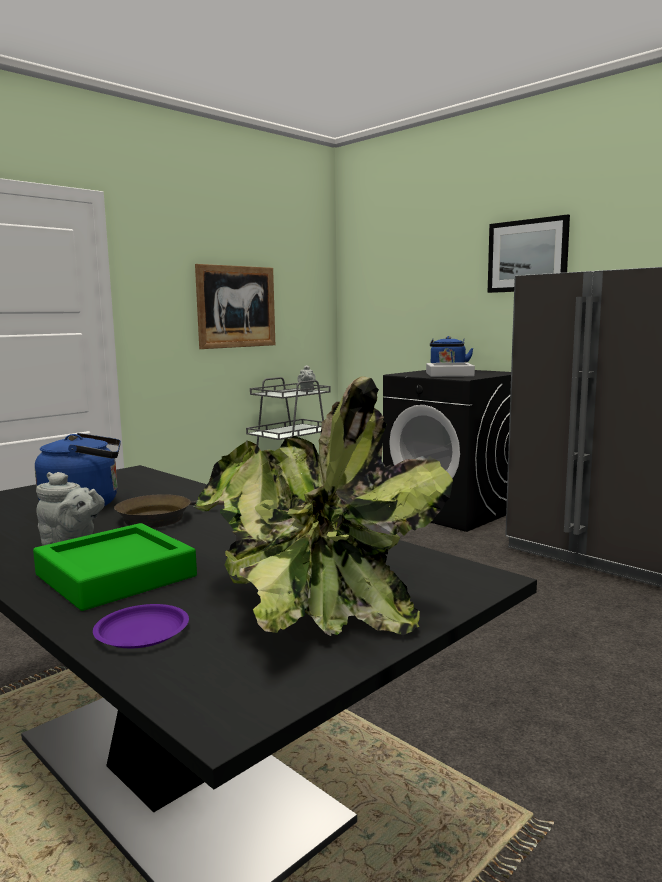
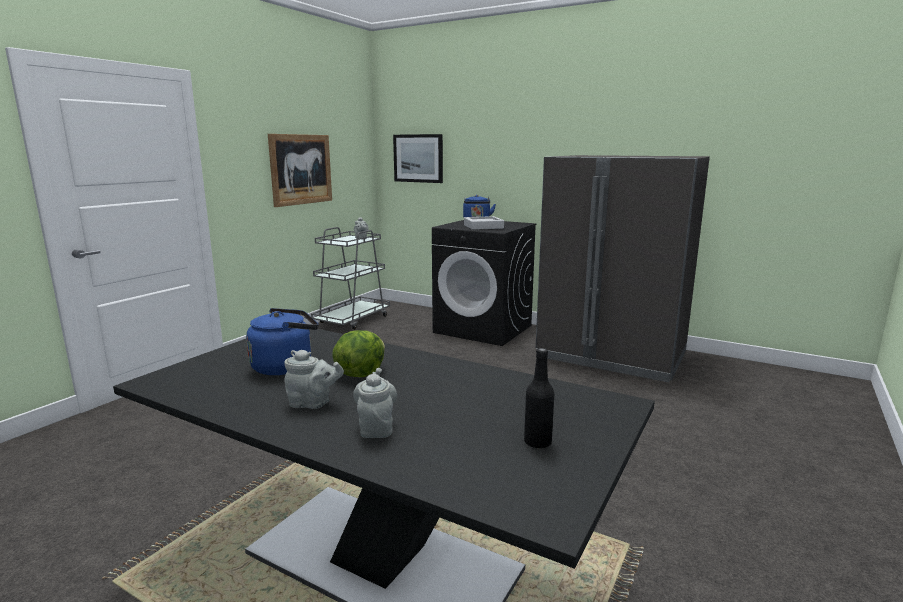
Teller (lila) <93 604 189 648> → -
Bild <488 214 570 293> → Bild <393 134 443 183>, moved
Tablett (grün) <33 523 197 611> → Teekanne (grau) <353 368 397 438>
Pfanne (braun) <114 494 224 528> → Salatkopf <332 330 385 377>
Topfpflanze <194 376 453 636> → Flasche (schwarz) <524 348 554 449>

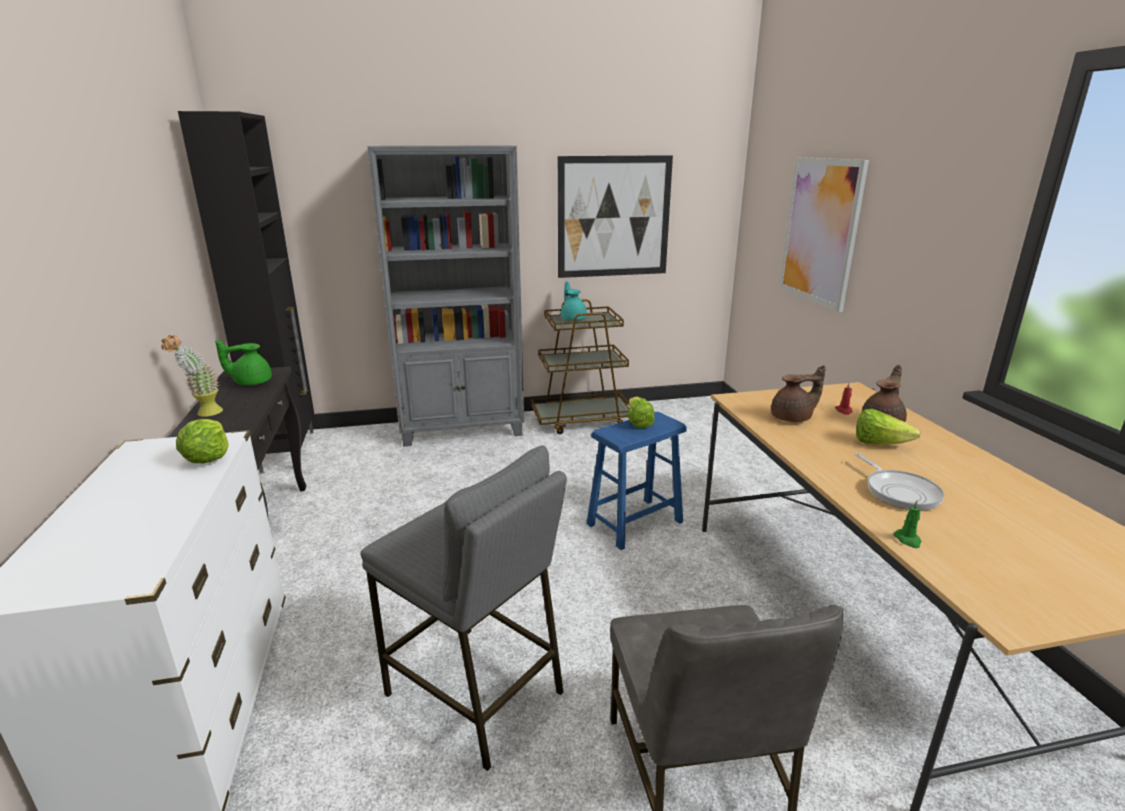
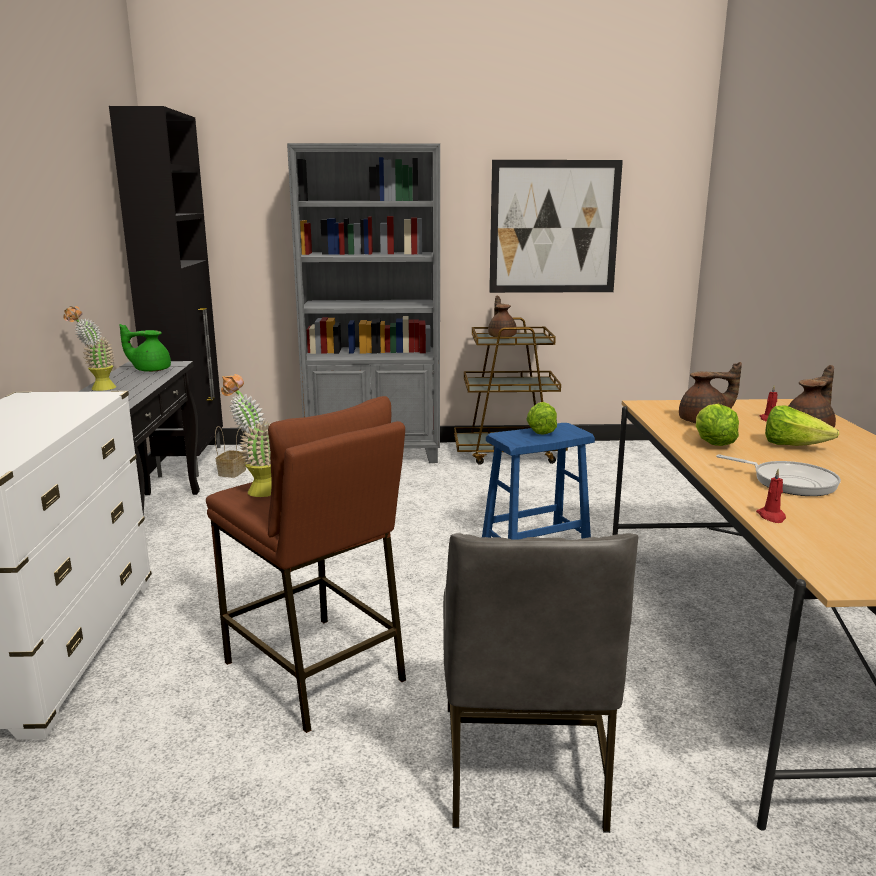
Bild <779 157 869 312> → -
- → Korb <215 426 246 478>
- → Topfpflanze <221 374 272 497>
Salatkopf <176 419 228 464> → Salatkopf <696 404 739 446>, moved
Hocker (grau) <360 445 567 771> → Hocker (braun) <206 396 406 733>
Teekanne (türkis) <561 281 587 321> → Teekanne (braun) <488 295 517 337>
Kerze (grün) <893 500 921 548> → Kerze (rot) <756 469 786 523>
Pfanne <855 453 945 511> → Pfanne <716 454 841 496>, 45 degrees counterclockwise

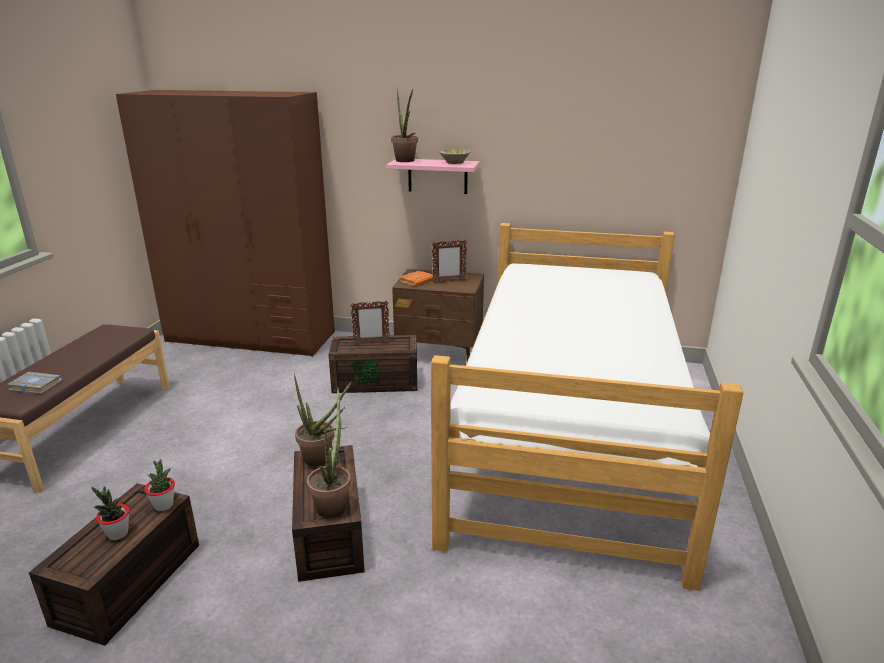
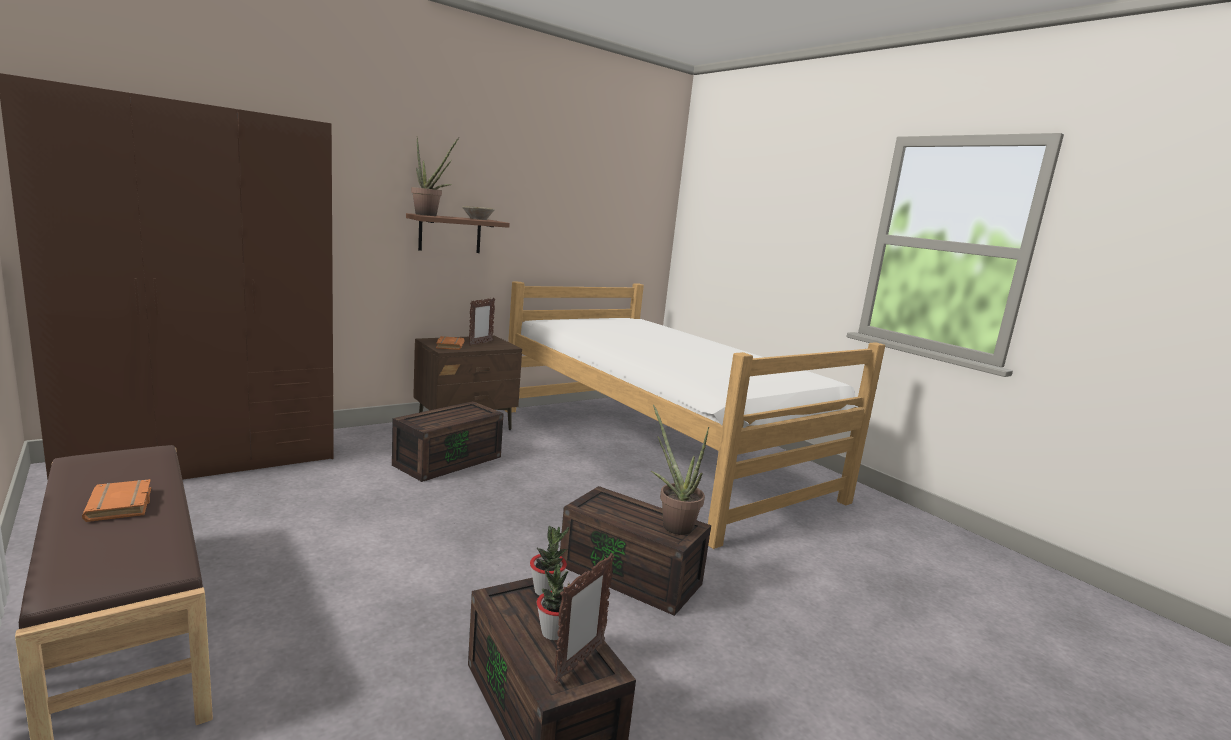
Buch (grau) <7 372 62 394> → -
Topfpflanze <294 374 352 467> → -
- → Buch (orange) <82 479 151 522>
Bilderrahmen <351 300 390 344> → Bilderrahmen <554 553 615 683>, moved
Wandregal (rosa) <386 159 480 194> → Wandregal (braun) <406 213 510 253>

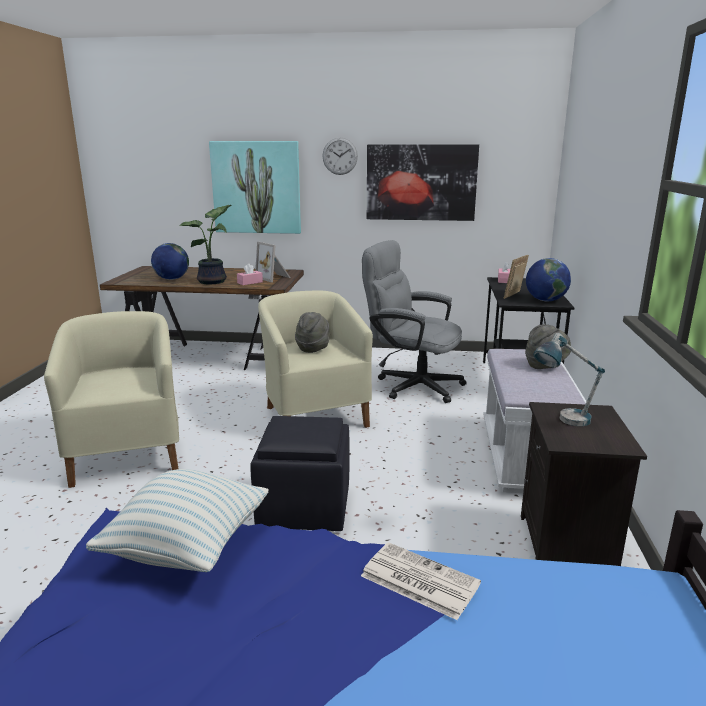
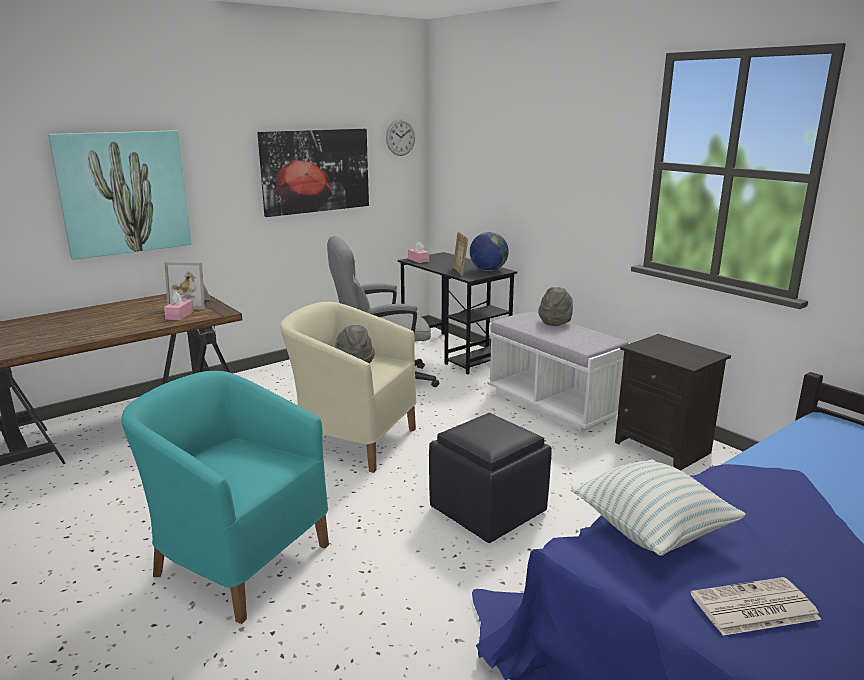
Globus <151 243 189 280> → -
Topfpflanze <179 205 232 284> → -
Tischlampe <533 333 605 426> → -
Wanduhr <322 138 358 175> → Wanduhr <386 118 415 156>, moved
Zeitung <361 542 481 620> → Zeitung <691 577 822 636>, moved
Sessel (beige) <44 311 179 488> → Sessel (türkis) <121 371 329 624>

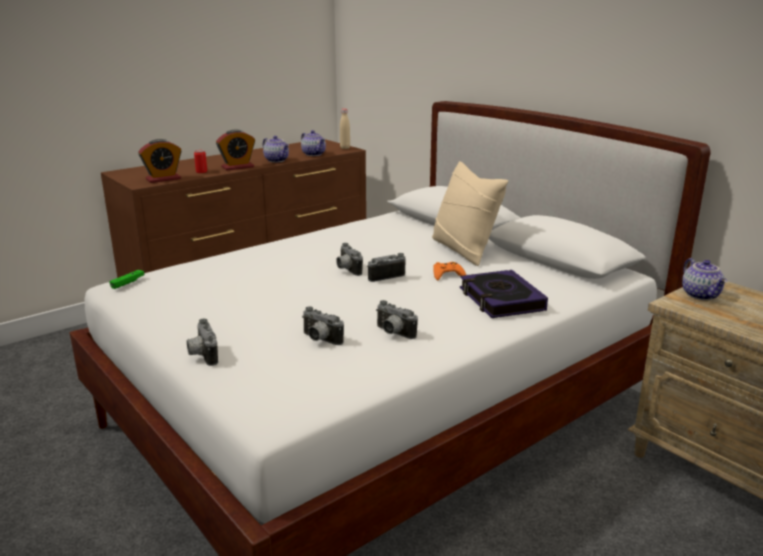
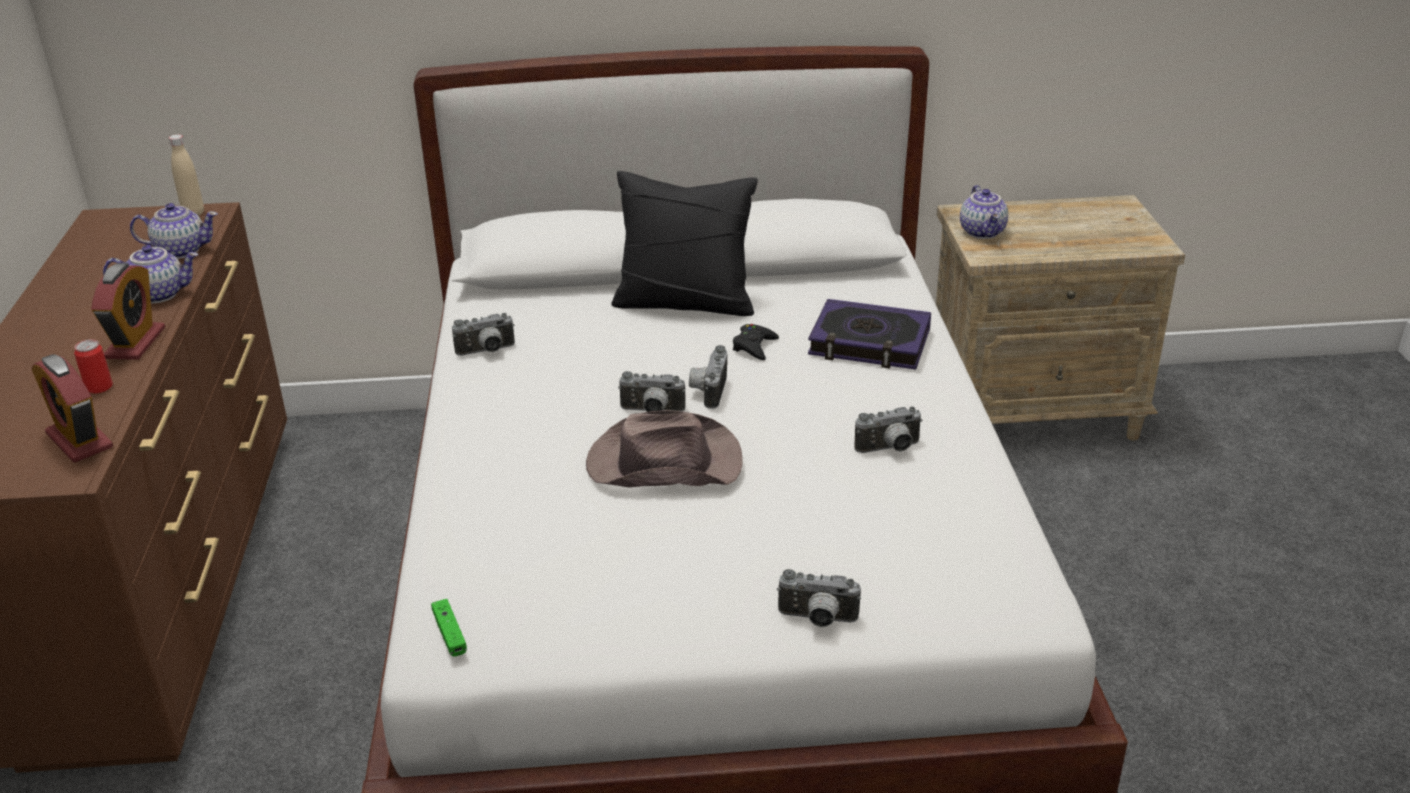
- → Hut (braun) <586 410 743 488>
Kamera <302 306 344 345> → Kamera <452 313 515 355>, moved
Kissen (beige) <432 161 508 266> → Kissen (schwarz) <611 171 758 316>
Gamepad (orange) <433 262 466 280> → Gamepad (schwarz) <733 324 779 360>
Wecker <138 139 182 183> → Wecker <32 354 113 463>, 135 degrees clockwise
Teekanne <682 258 727 300> → Teekanne <960 185 1008 239>, 60 degrees clockwise

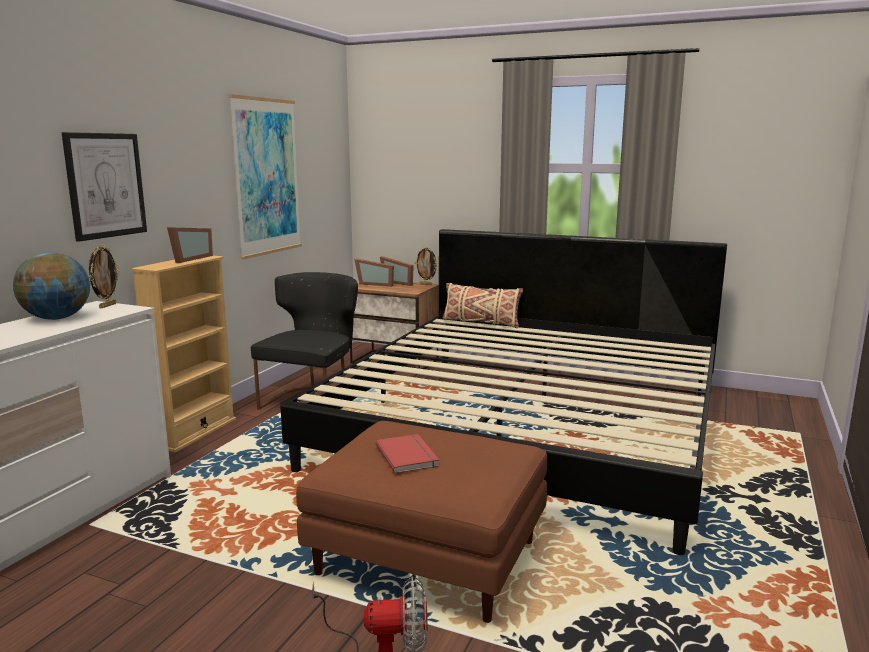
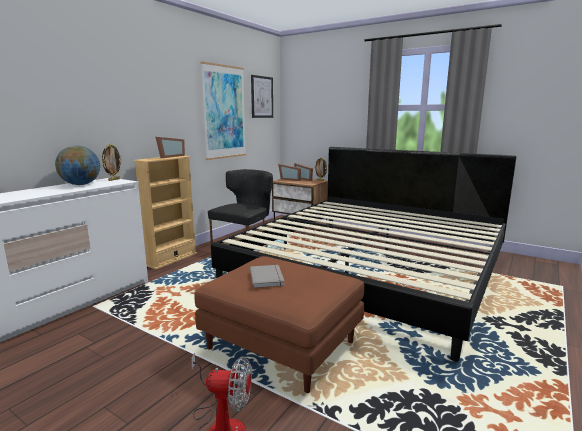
Kissen (beige) <443 283 523 328> → -
Bild <62 132 147 242> → Bild <251 75 273 118>, moved
Buch (rot) <376 434 439 474> → Buch (grau) <250 265 285 288>

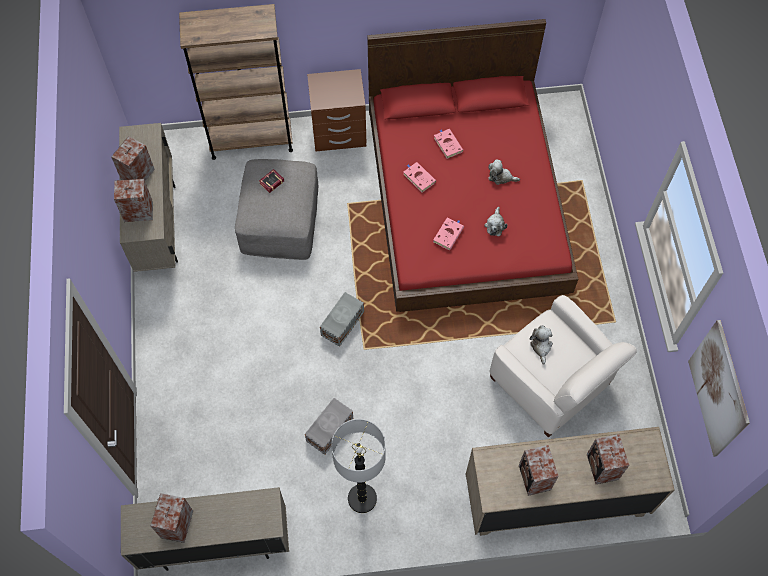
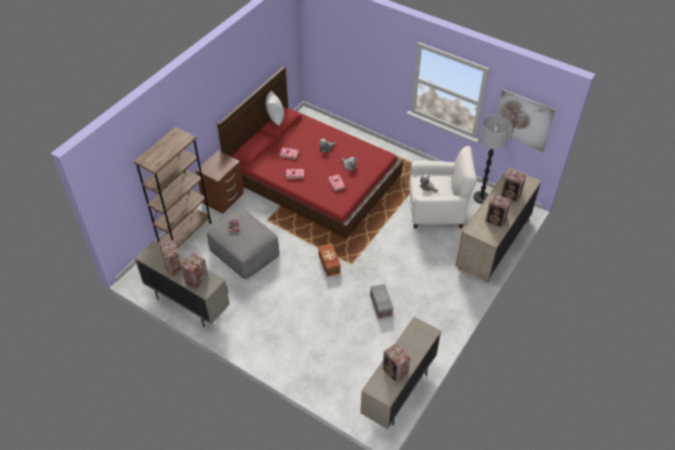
- → Kissen (weiß) <266 90 284 126>
Stehlampe <331 419 386 513> → Stehlampe <474 115 511 204>, moved
Aufbewahrungsbox (grau) <320 292 364 347> → Aufbewahrungsbox (braun) <318 243 341 277>

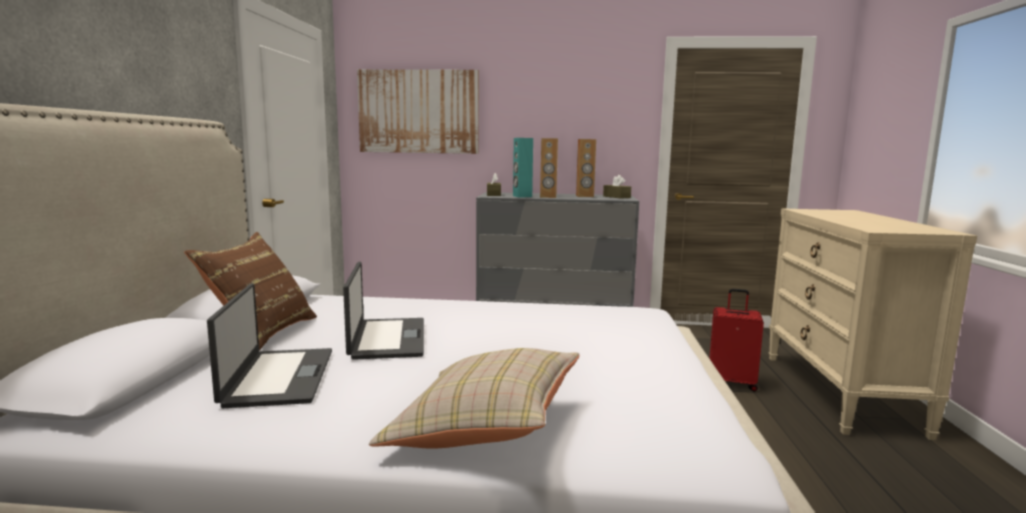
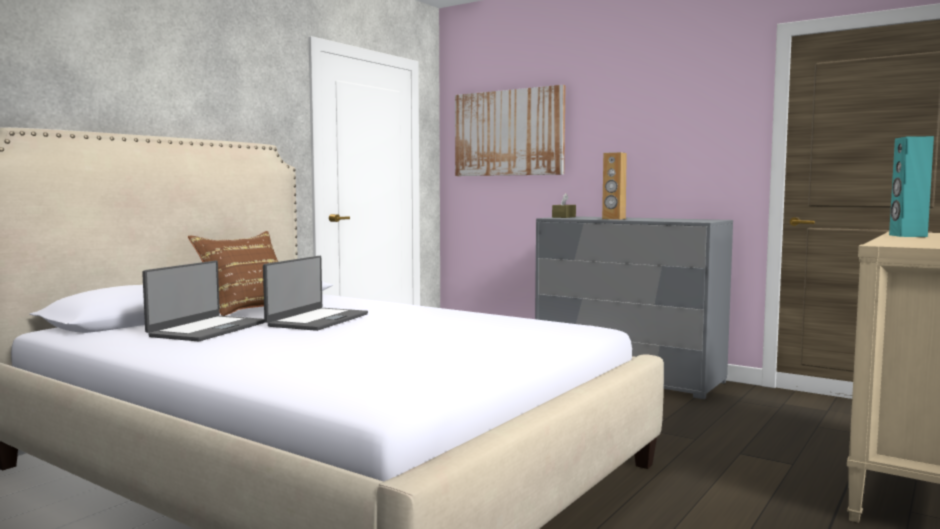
Kissen (beige) <369 348 579 449> → -
Lautsprecher (braun) <576 139 596 197> → -
Taschentuchbox (braun) <603 175 631 199> → -
Koffer (rot) <709 289 764 391> → -
Lautsprecher (türkis) <513 138 533 197> → Lautsprecher (türkis) <889 136 934 237>, moved

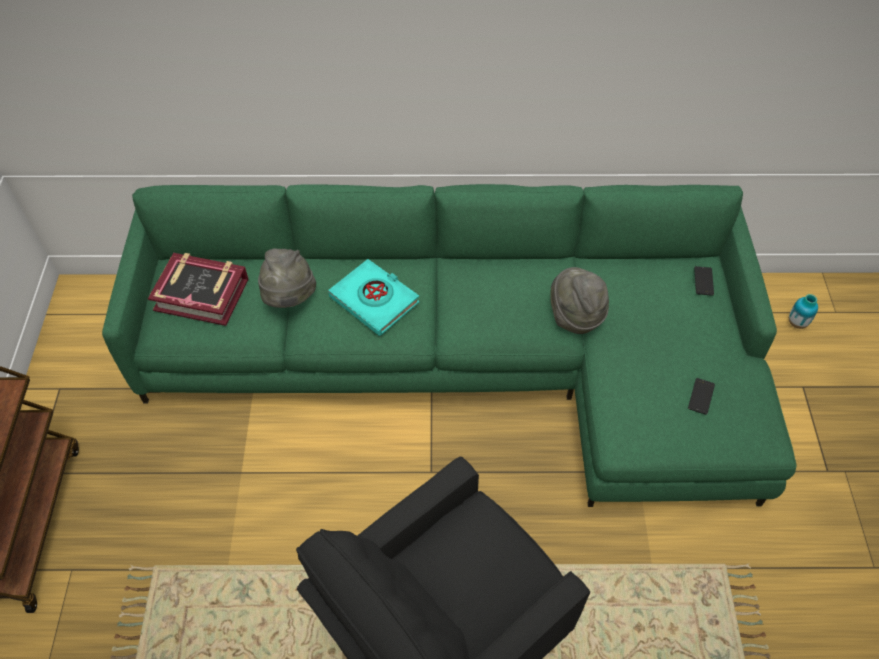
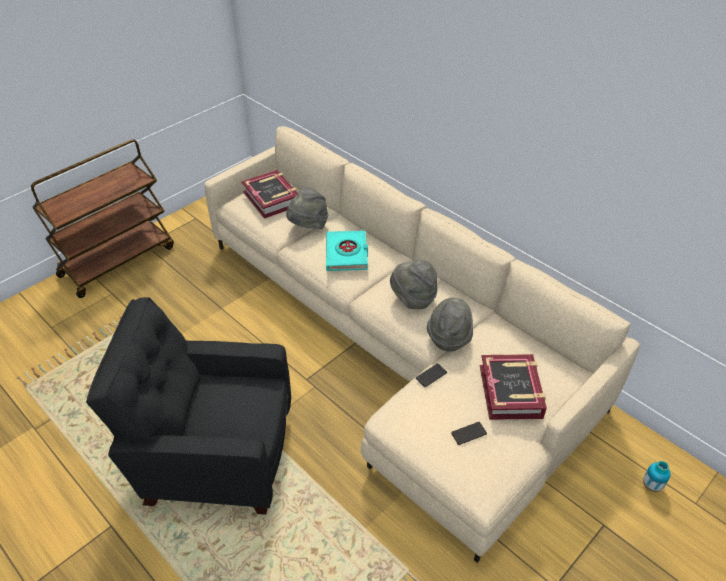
- → Hut (grau) <390 260 438 309>
- → Buch <480 354 547 420>
Handy <694 266 714 296> → Handy <416 364 447 387>, moved
Sofa (grün) <102 184 796 507> → Sofa (beige) <204 126 640 563>

